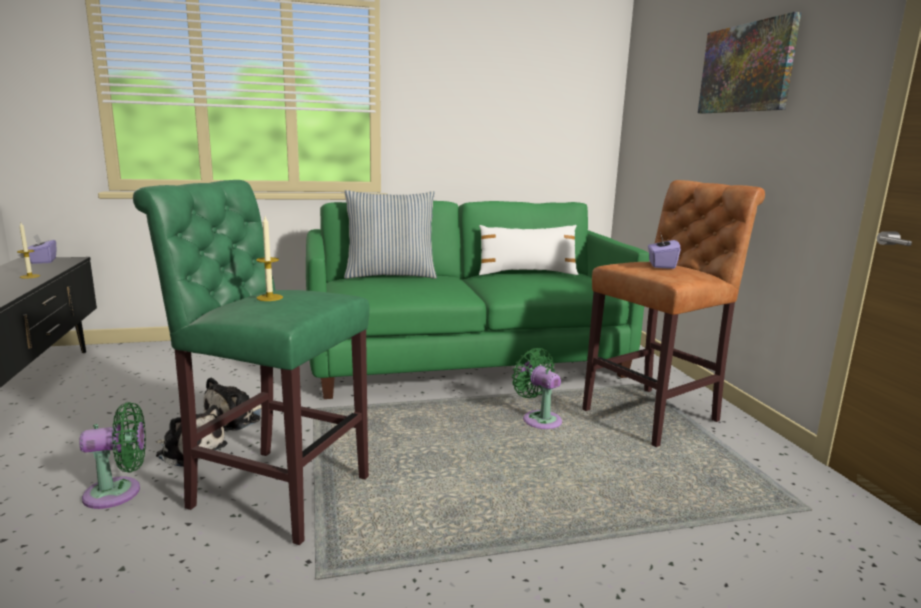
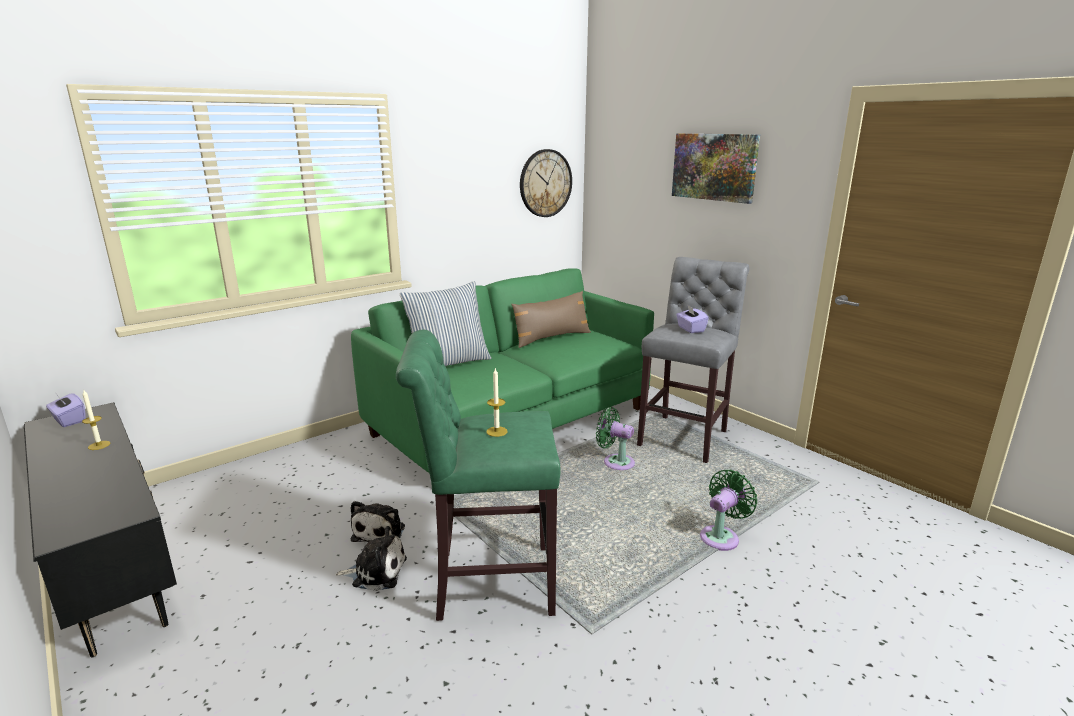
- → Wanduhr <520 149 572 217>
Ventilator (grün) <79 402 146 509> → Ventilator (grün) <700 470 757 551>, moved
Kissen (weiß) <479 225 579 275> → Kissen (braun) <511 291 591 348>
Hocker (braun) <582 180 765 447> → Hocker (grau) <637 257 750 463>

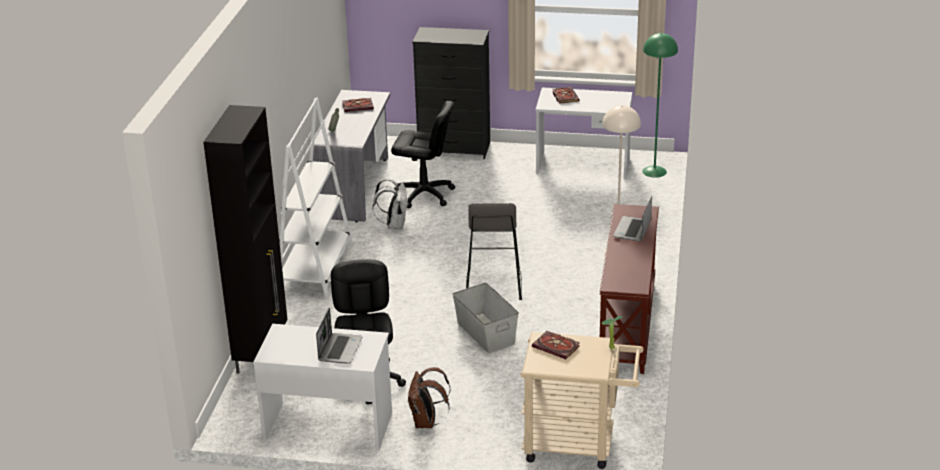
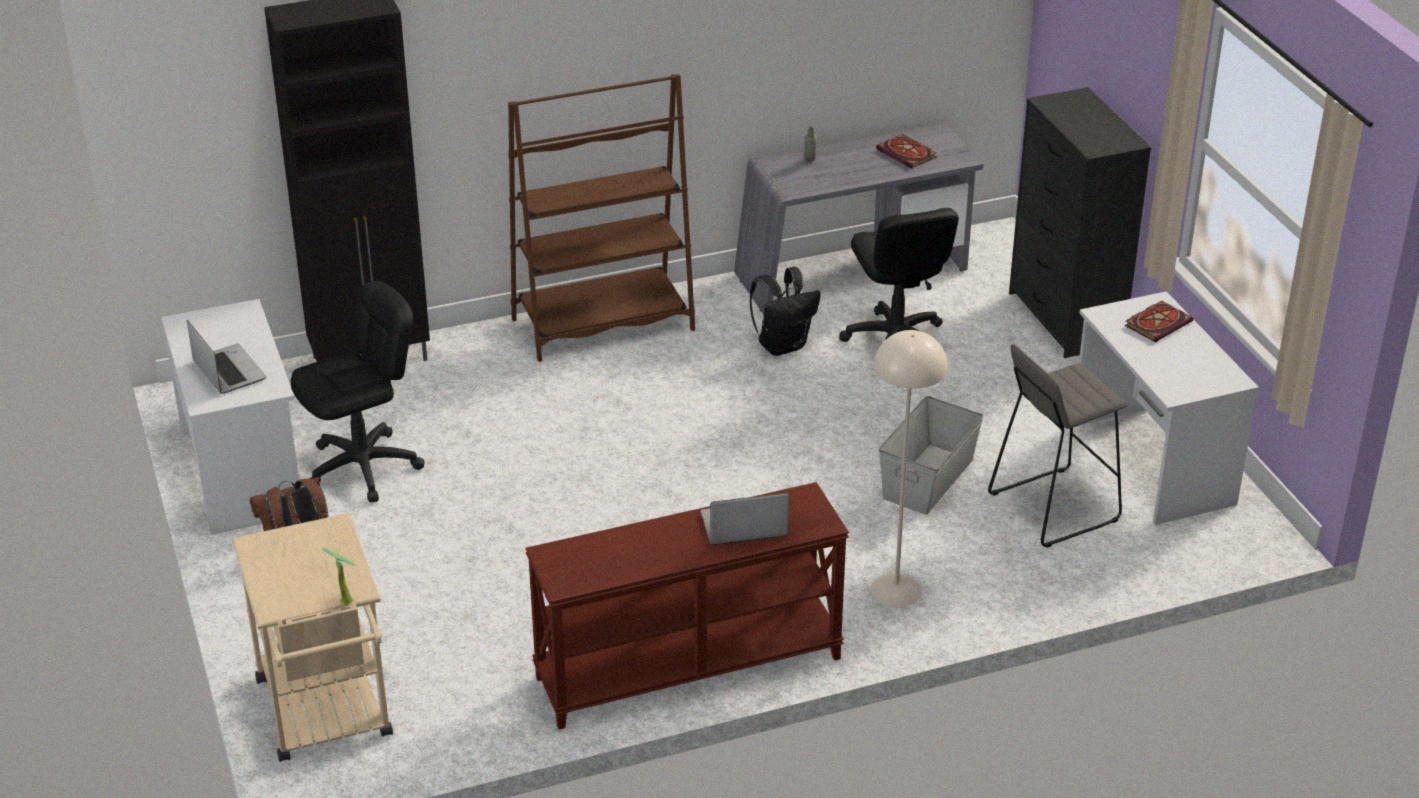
Buch <532 331 580 359> → -
Stehlampe (grün) <642 33 678 178> → -
Aufbewahrungsbox (grau) <453 283 519 353> → Aufbewahrungsbox (grau) <879 396 984 515>, moved
Hocker (grau) <466 203 522 300> → Hocker (grau) <988 344 1127 548>, moved
Bücherregal (weiß) <279 98 353 299> → Bücherregal (braun) <508 74 695 362>
Rucksack (weiß) <372 178 408 229> → Rucksack (schwarz) <750 267 821 356>
Laptop <316 308 363 364> → Laptop <187 320 266 394>, 105 degrees counterclockwise

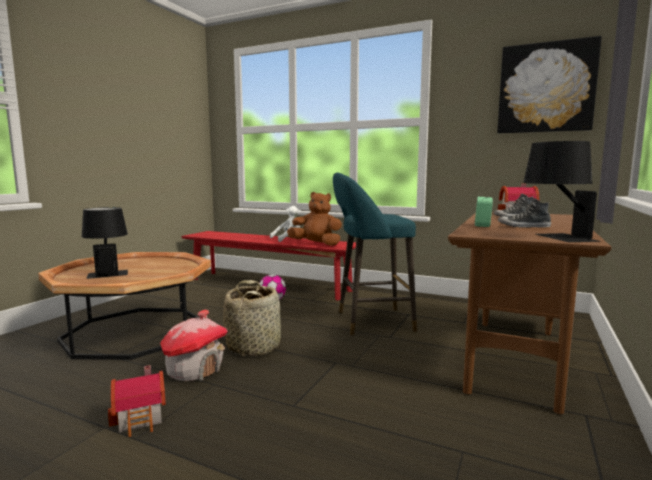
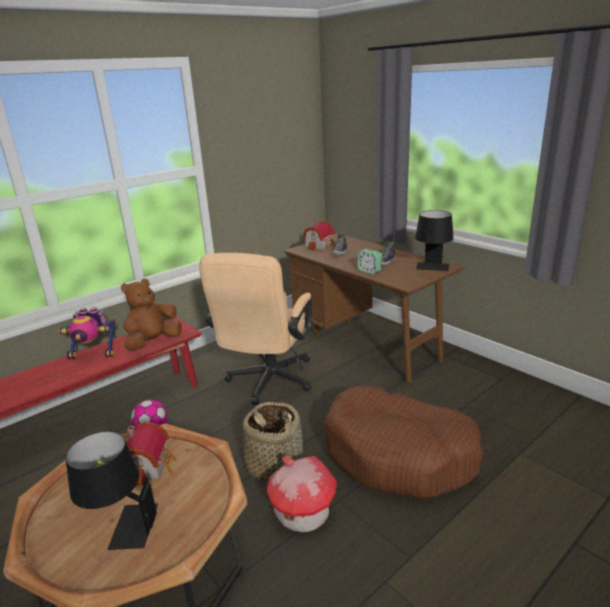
Bild <497 36 602 133> → -
- → Hundebett (braun) <324 385 484 499>
Spielzeughaus <108 365 166 437> → Spielzeughaus <127 422 176 487>, moved
Plüschtier (weiß) <270 206 301 242> → Spielzeugroboter <59 307 116 359>
Hocker (türkis) <333 173 417 335> → Bürostuhl (beige) <199 253 312 405>

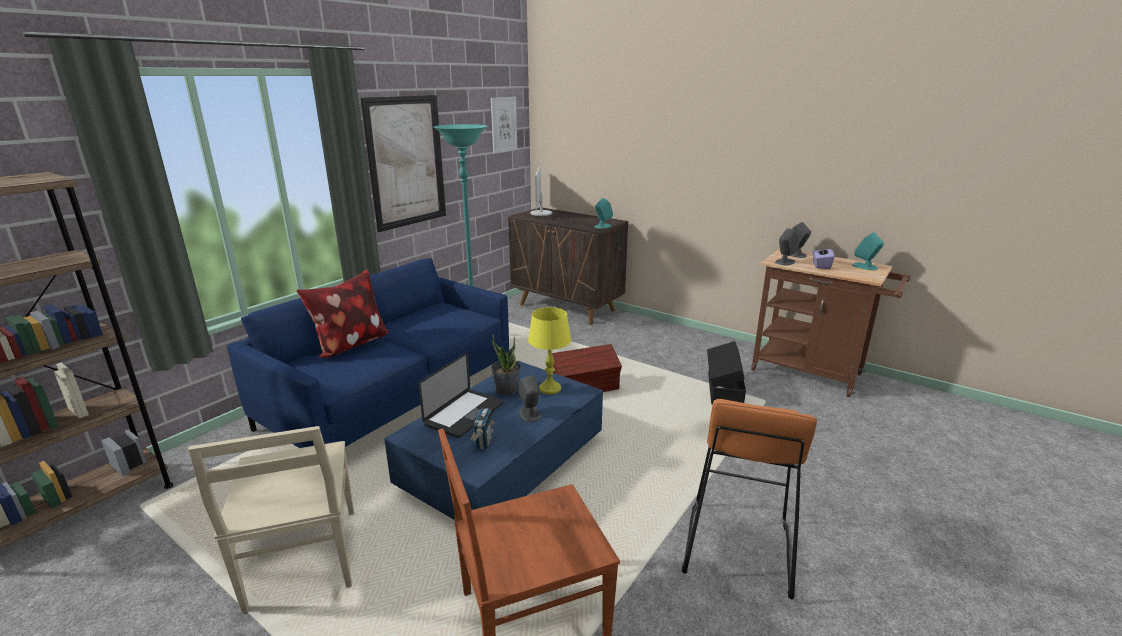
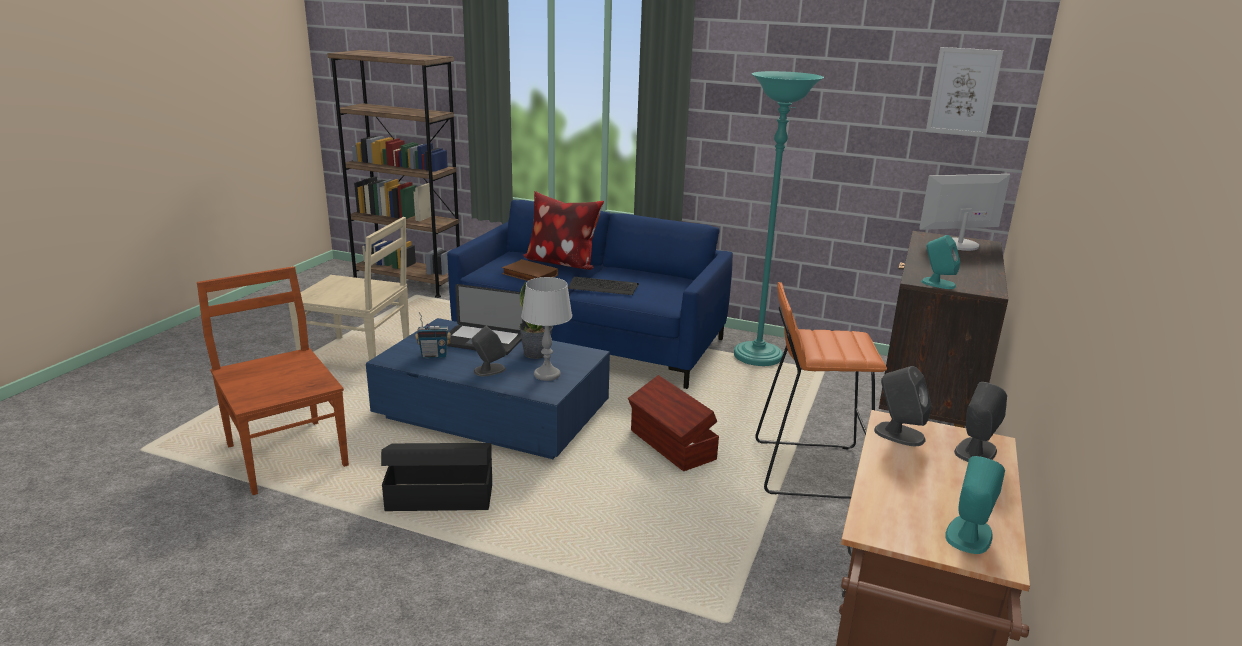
Bild <361 95 446 232> → -
Taschentuchbox (lila) <812 247 835 269> → -
- → Buch (braun) <502 259 558 281>
- → Tastatur <568 277 639 295>
Hocker (orange) <682 399 817 599> → Hocker (orange) <755 282 887 499>, moved
Aufbewahrungsbox (schwarz) <707 341 746 405> → Aufbewahrungsbox (schwarz) <381 443 492 511>, moved
Tischlampe (gelb) <528 307 571 395> → Tischlampe (grau) <521 277 572 381>
Stuhl (beige) <188 426 354 613> → Stuhl (beige) <288 217 409 361>, 135 degrees counterclockwise

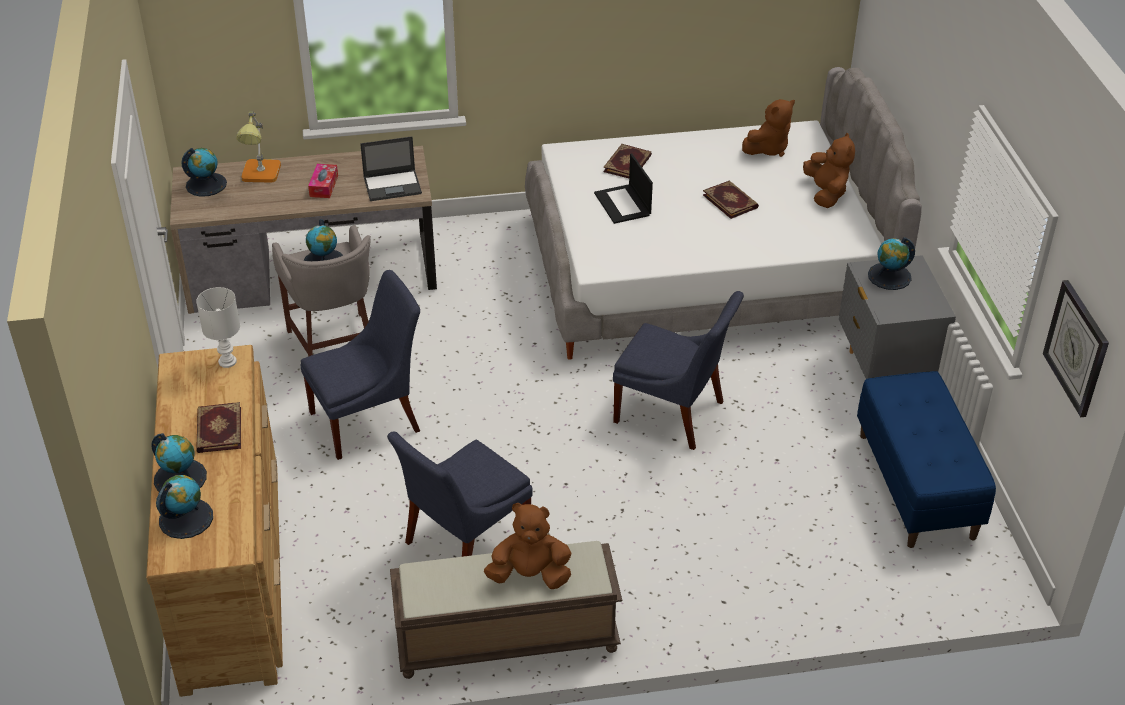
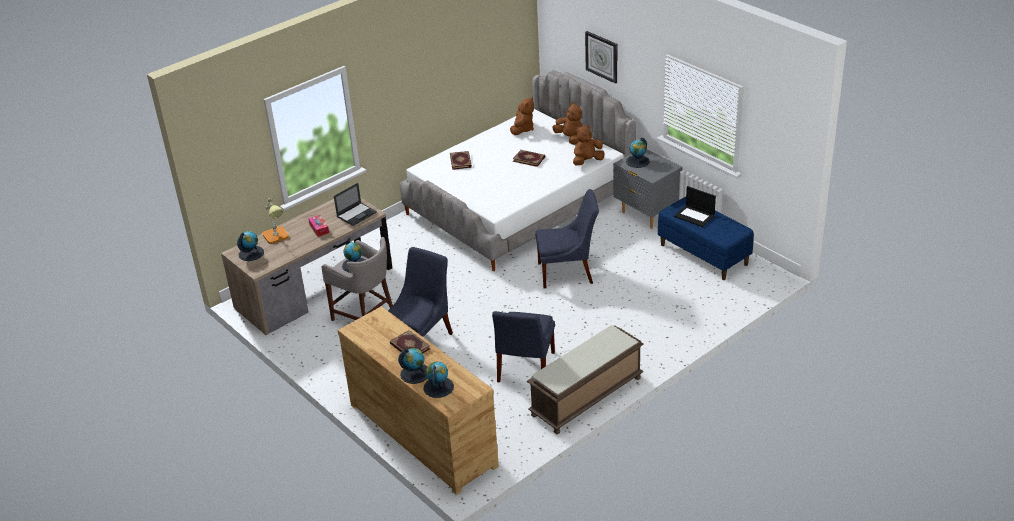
Tischlampe (weiß) <196 287 240 368> → -
Plüschtier (braun) <484 503 571 589> → Plüschtier (braun) <573 125 604 165>, moved
Laptop <594 153 653 224> → Laptop <674 186 716 227>, moved
Wanduhr <1043 280 1109 418> → Wanduhr <585 31 617 84>, moved

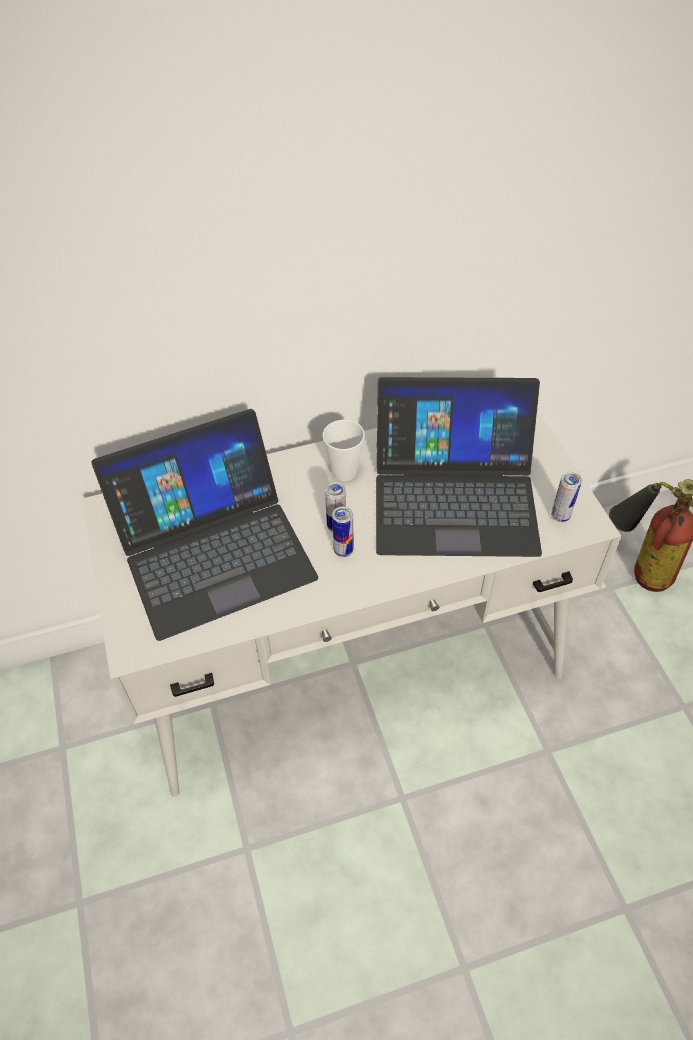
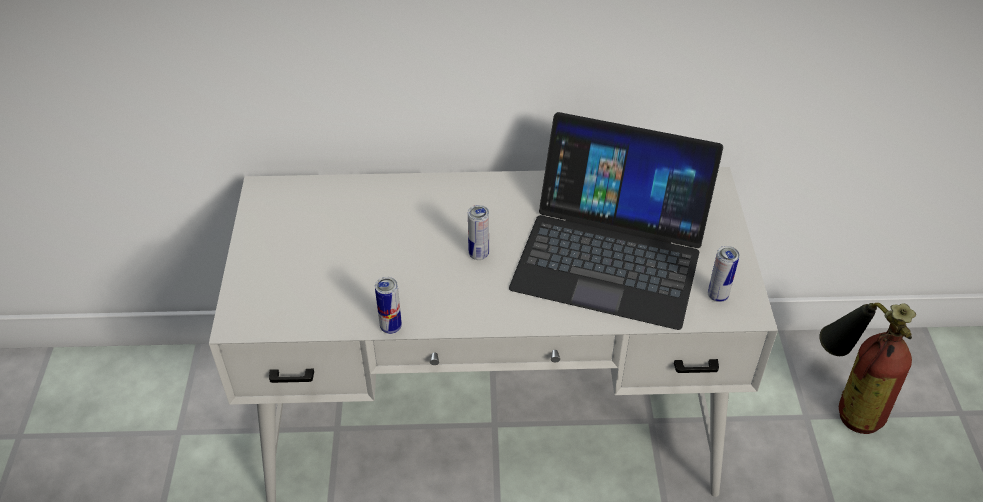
Laptop <91 409 318 641> → -
Tasse <323 420 365 481> → -
Dose <332 506 354 557> → Dose <375 277 402 334>, moved

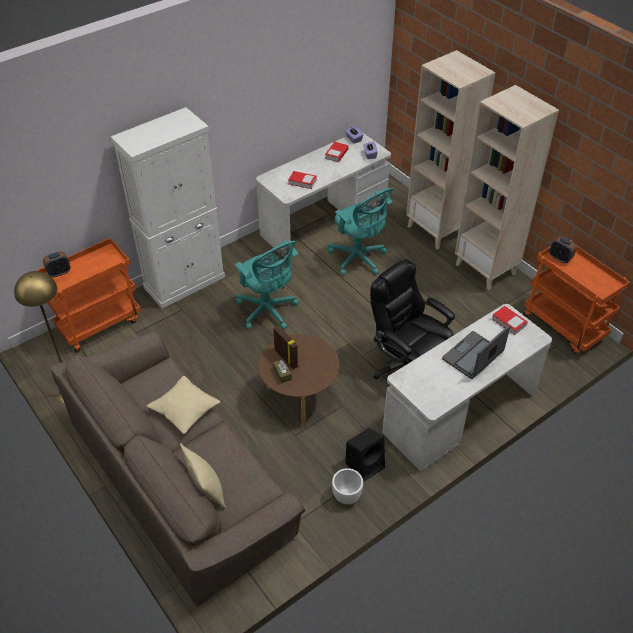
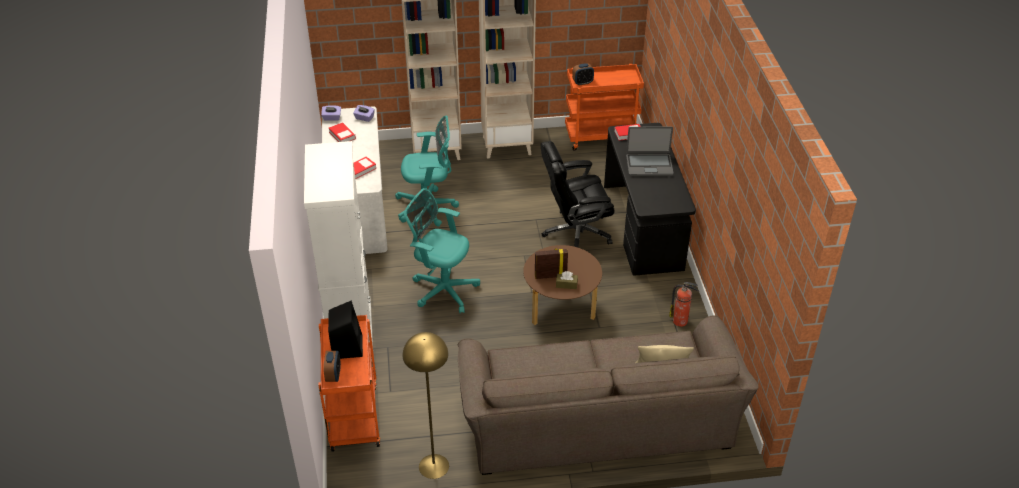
Kissen (beige) <147 376 220 434> → -
Lautsprecher (schwarz) <346 428 385 482> → Lautsprecher (schwarz) <328 300 363 359>, moved
Pflanzkübel (weiß) <332 468 363 504> → Feuerlöscher <669 282 699 327>
Schreibtisch (weiß) <382 304 552 472> → Schreibtisch (schwarz) <604 123 696 276>
Bürostuhl (türkis) <235 241 299 329> → Bürostuhl (türkis) <404 188 480 313>, 150 degrees counterclockwise
Laptop <442 325 510 379> → Laptop <626 127 674 176>, 75 degrees counterclockwise

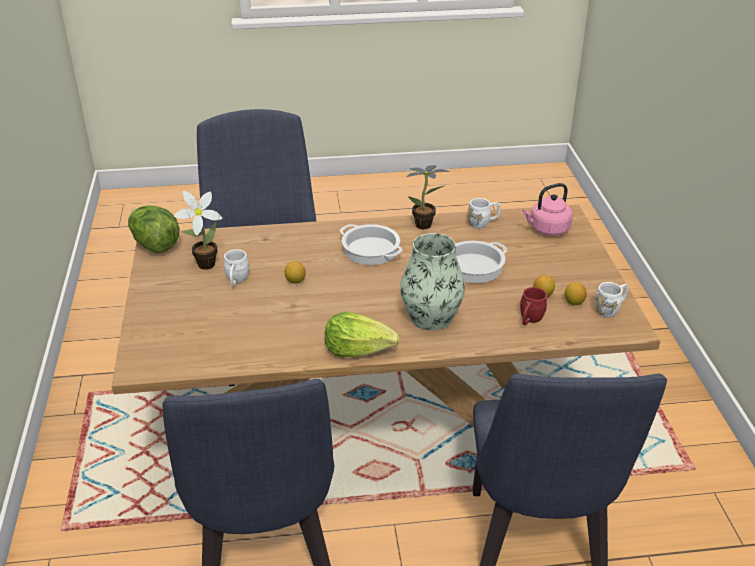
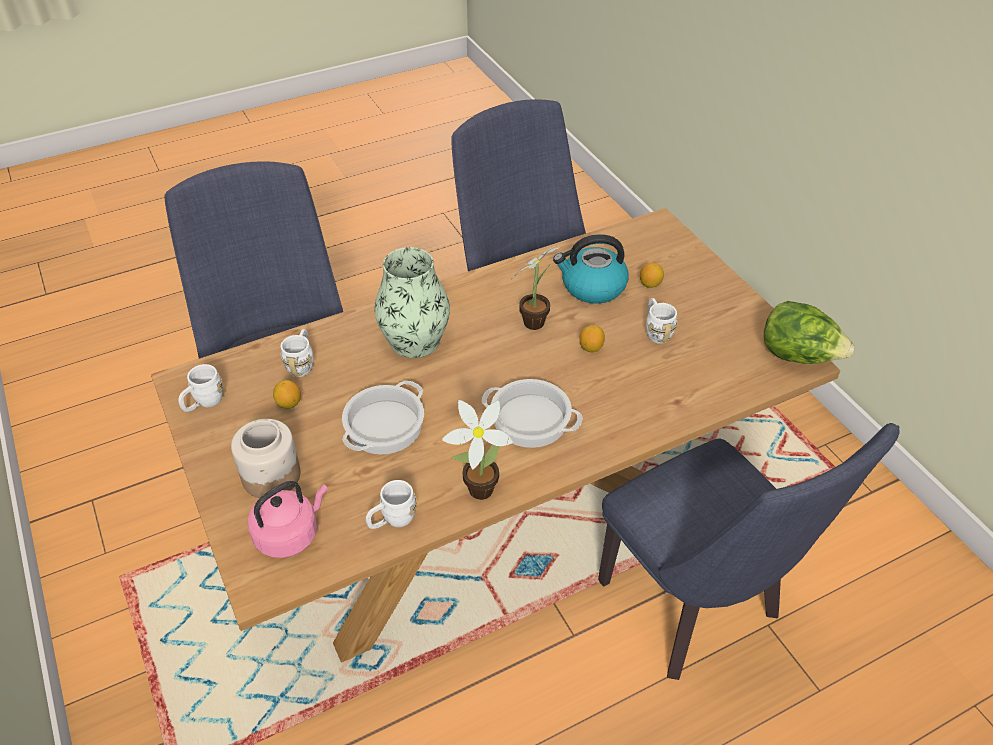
Salatkopf <325 312 400 357> → -
- → Vorratsglas <231 419 300 498>
- → Wasserkessel <553 234 629 304>
Topfpflanze <174 191 223 270> → Topfpflanze <513 247 560 330>, moved
Zitrone <565 282 587 305> → Zitrone <640 262 664 288>, moved
Henkelbecher (rot) <520 287 547 325> → Henkelbecher (weiß) <280 329 313 377>

